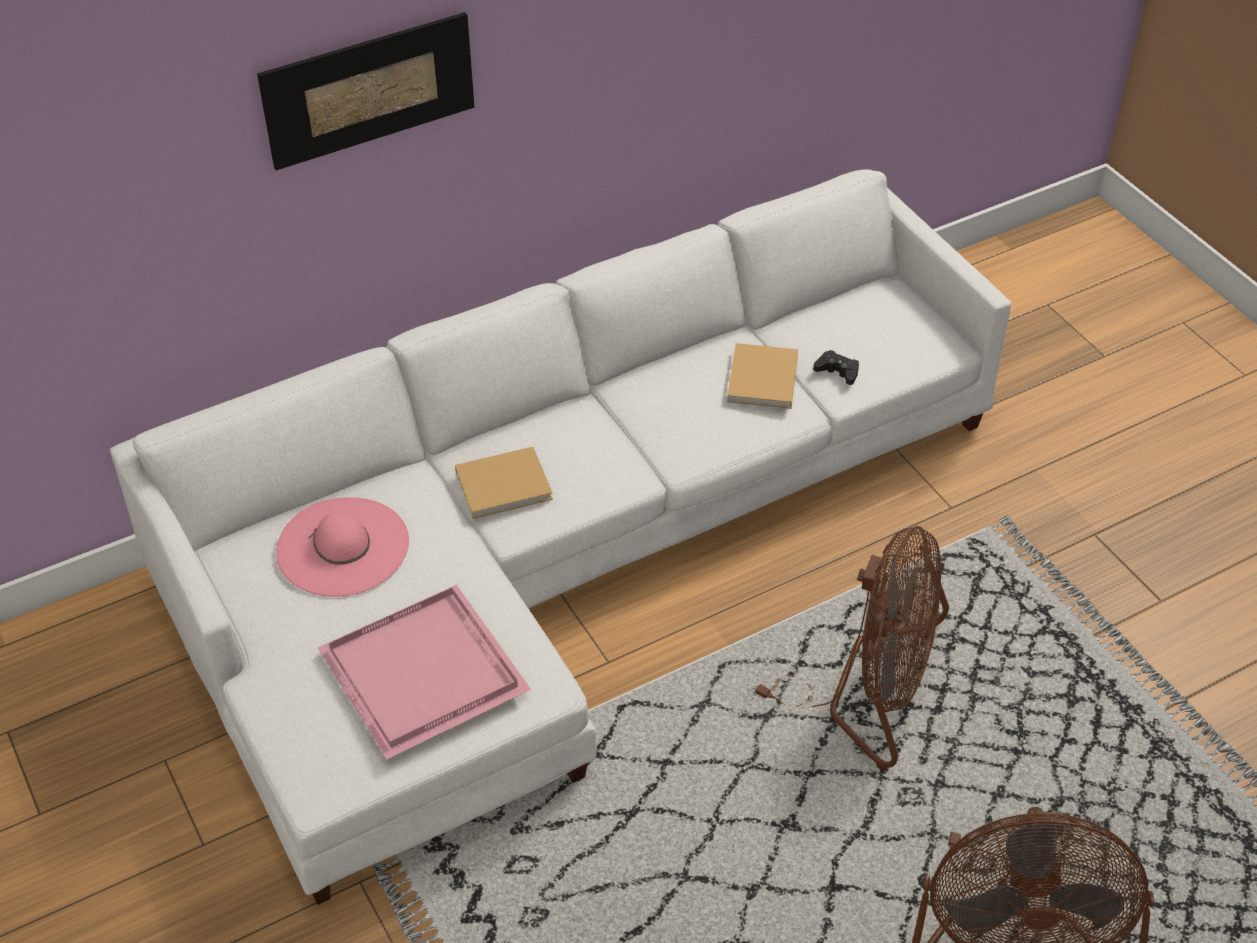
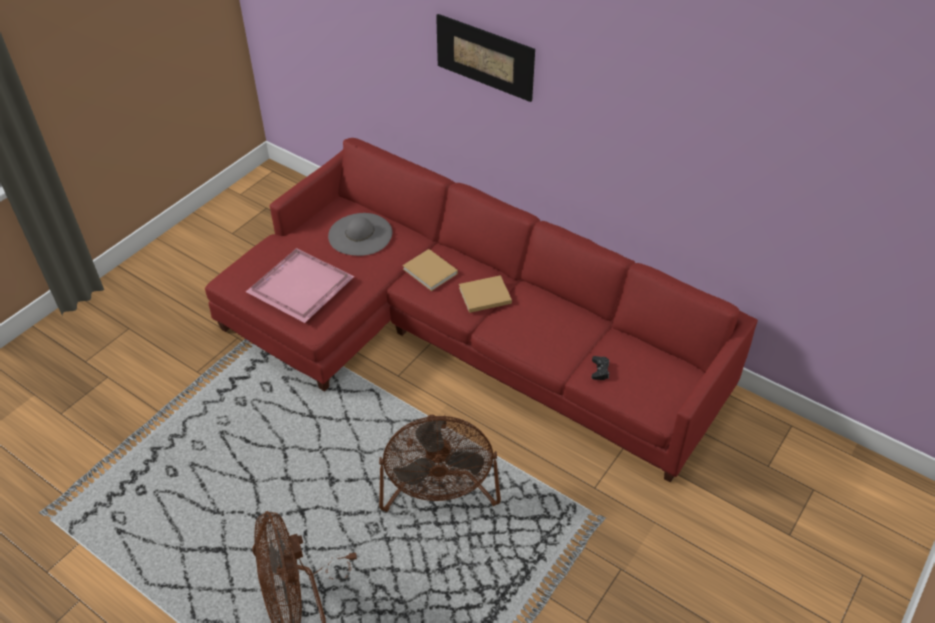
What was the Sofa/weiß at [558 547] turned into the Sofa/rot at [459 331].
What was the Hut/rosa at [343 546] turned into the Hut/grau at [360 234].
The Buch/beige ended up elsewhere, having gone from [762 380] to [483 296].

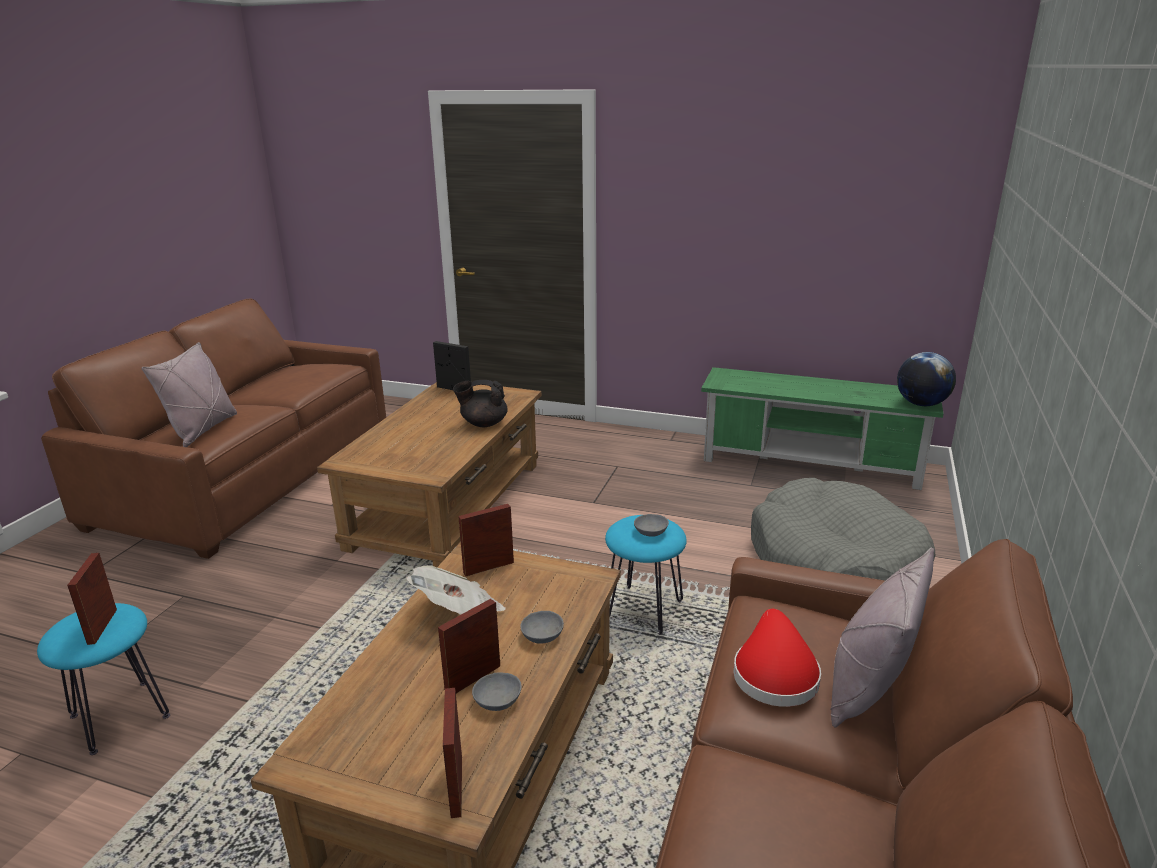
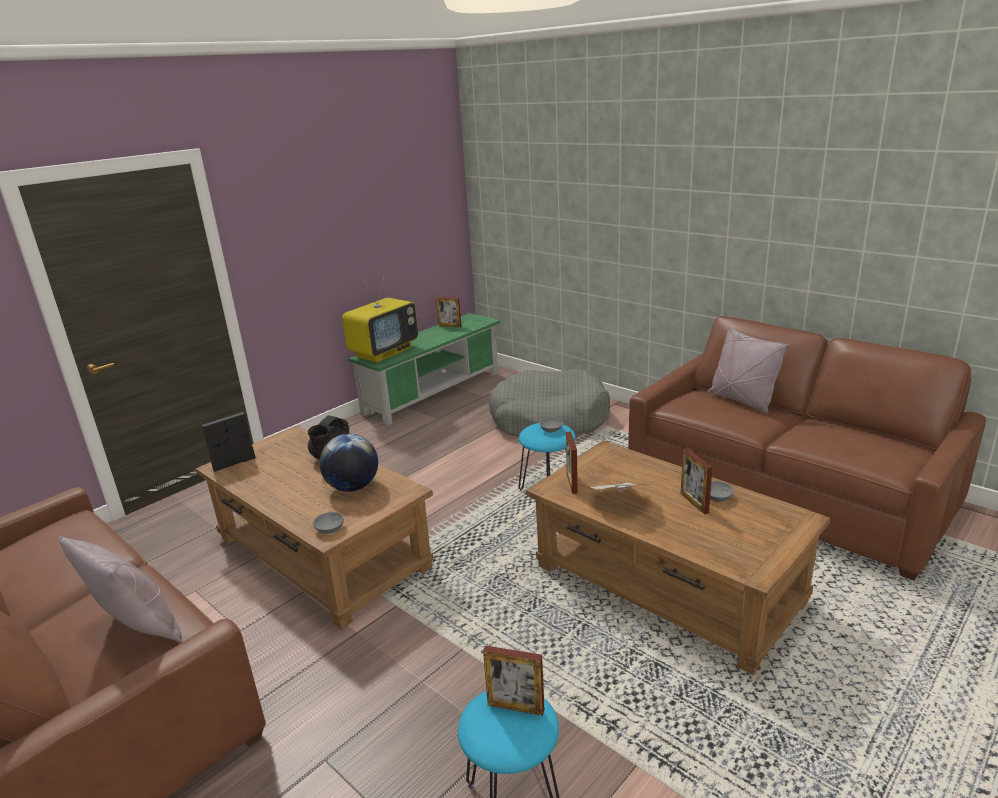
The Schüssel/grau ended up elsewhere, having gone from [541 634] to [328 529].
The Globus ended up elsewhere, having gone from [921 404] to [353 487].
The second view gained the Fernseher at [384 352].
The Bilderrahmen ended up elsewhere, having gone from [456 786] to [450 326].
The second view lost the Hut/rot at [774 673].

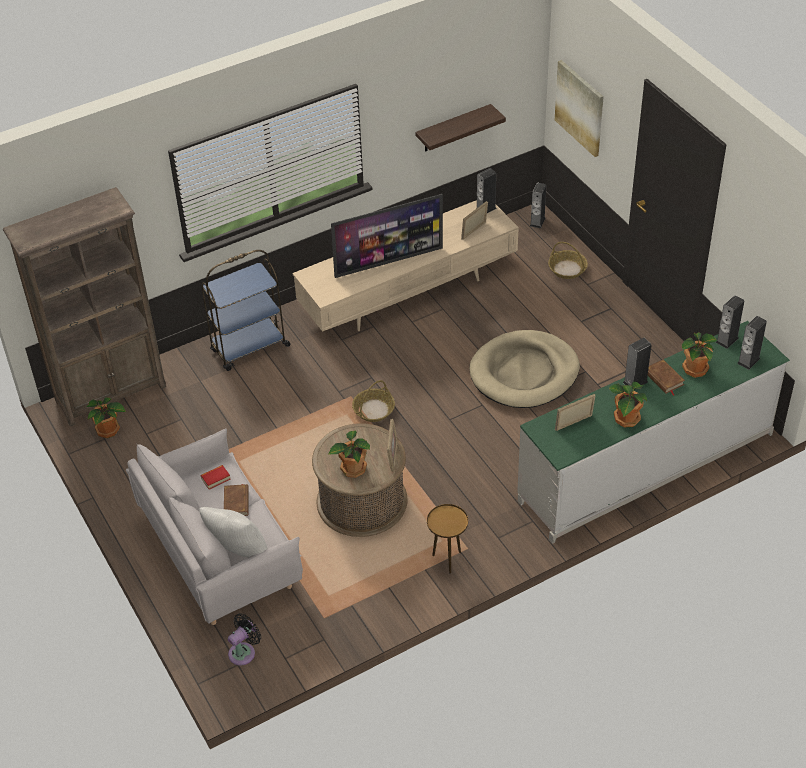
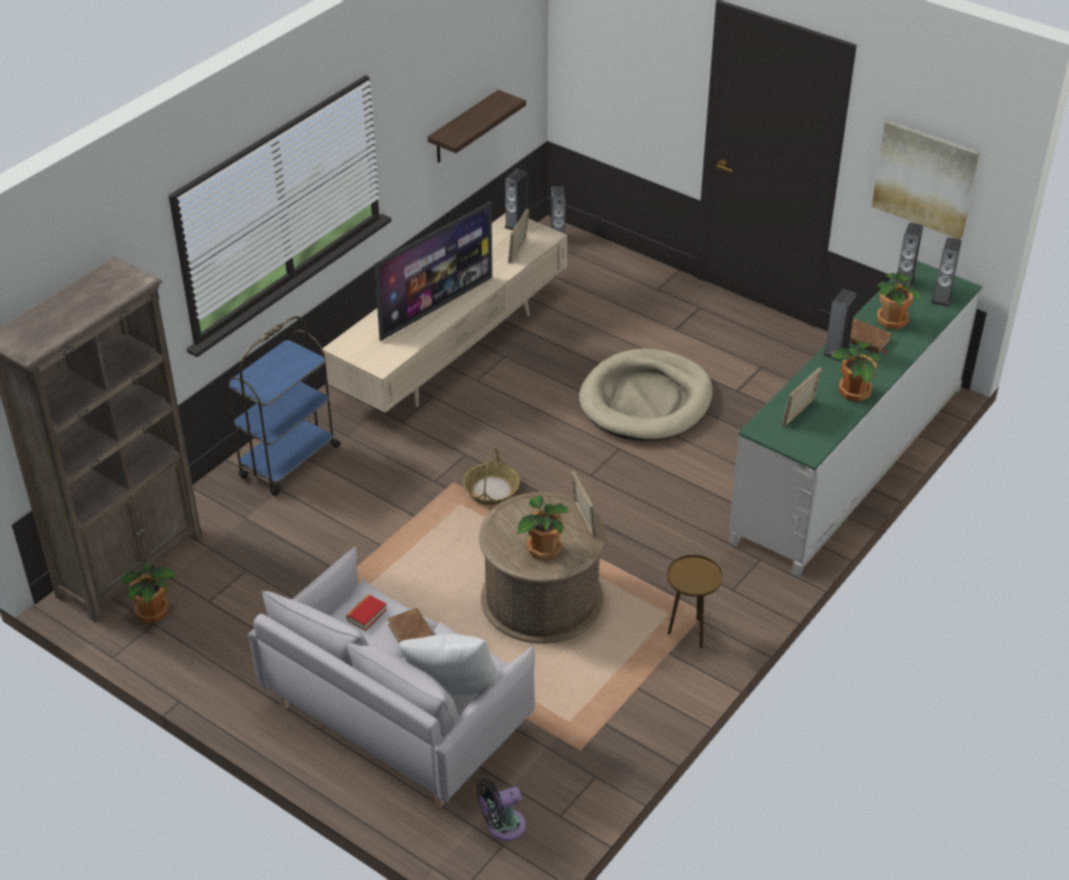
The Ventilator/schwarz at [244 652] ended up facing another way, 135 degrees counterclockwise from before.
The Bild ended up elsewhere, having gone from [580 107] to [925 178].
The second view lost the Korb at [567 269].

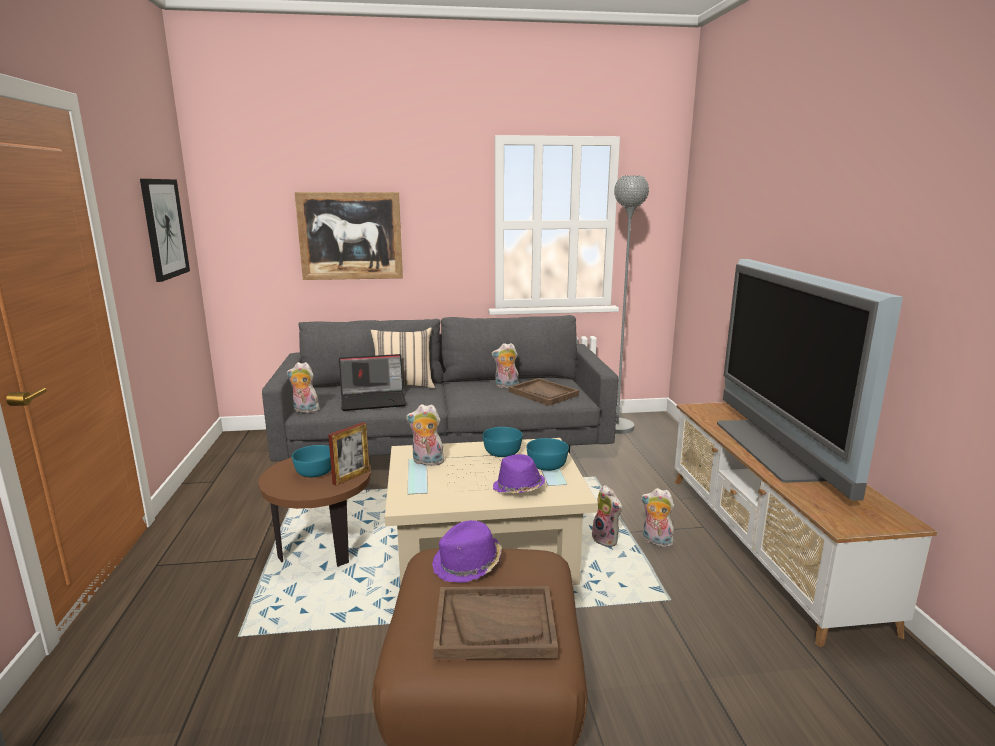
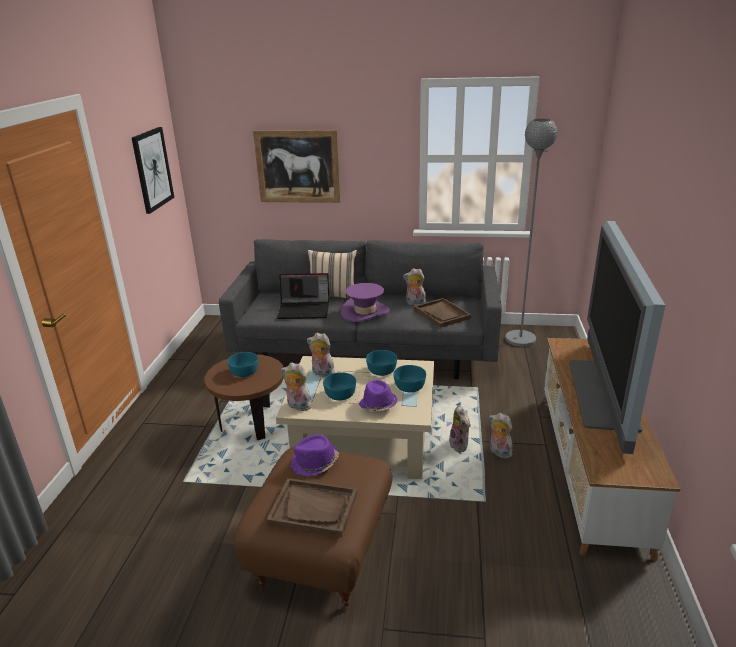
The Plüschtier ended up elsewhere, having gone from [304 410] to [297 406].
The second view gained the Schüssel/türkis at [340 394].
The second view gained the Hut/lila at [365 312].
The second view lost the Bilderrahmen at [351 477].

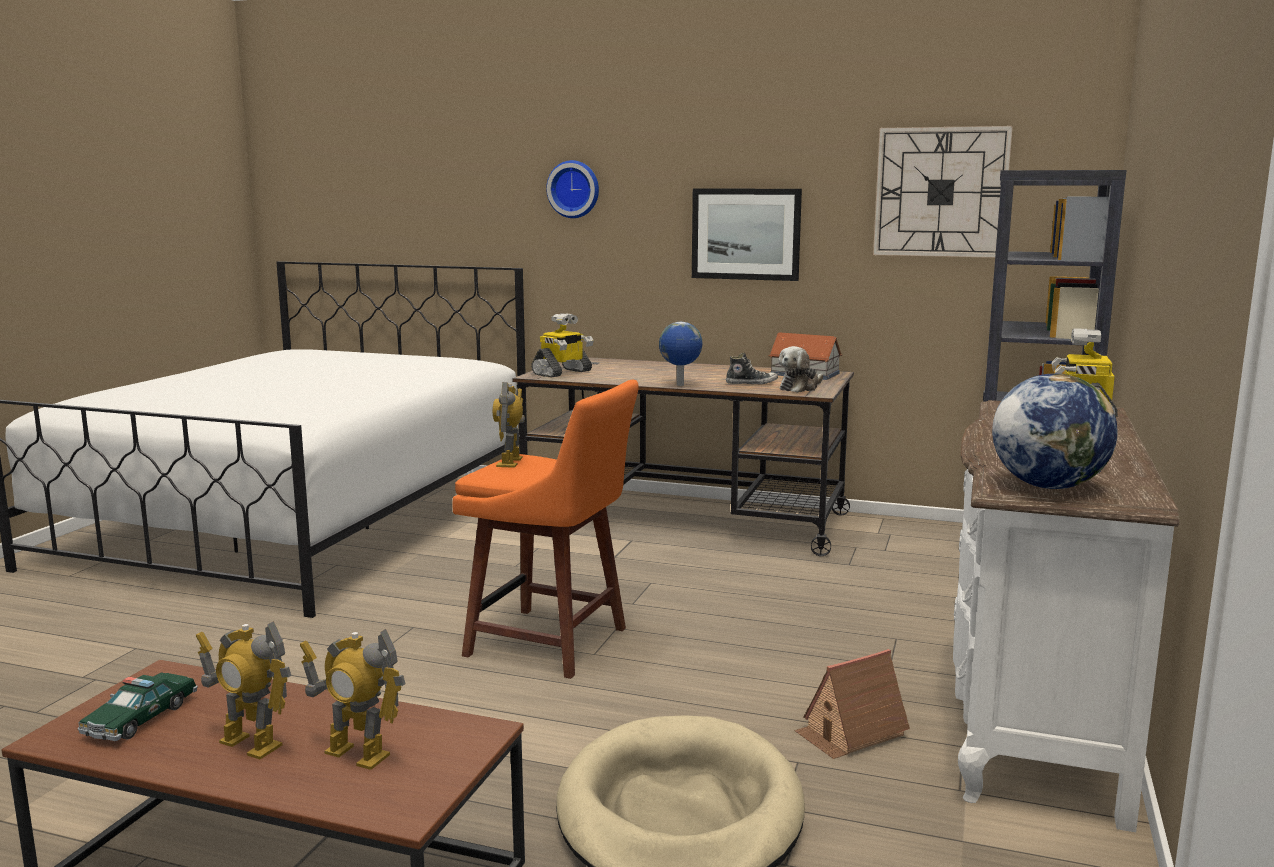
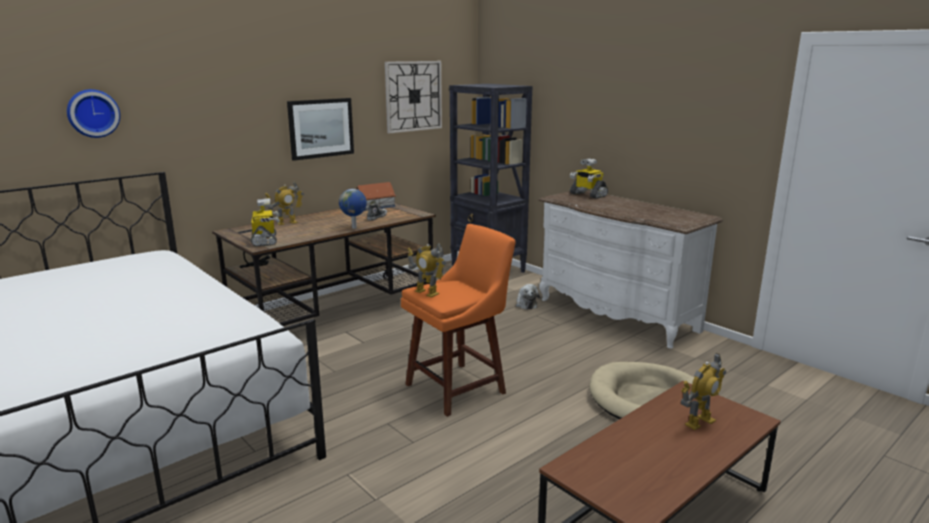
The Wanduhr ended up elsewhere, having gone from [574 189] to [93 113].
The Spielzeugroboter ended up elsewhere, having gone from [250 744] to [287 223].
The Plüschtier ended up elsewhere, having gone from [800 388] to [525 304].
The second view lost the Spielzeugauto at [141 718].
The second view lost the Spielzeughaus at [851 733].
The second view lost the Globus at [1048 486].

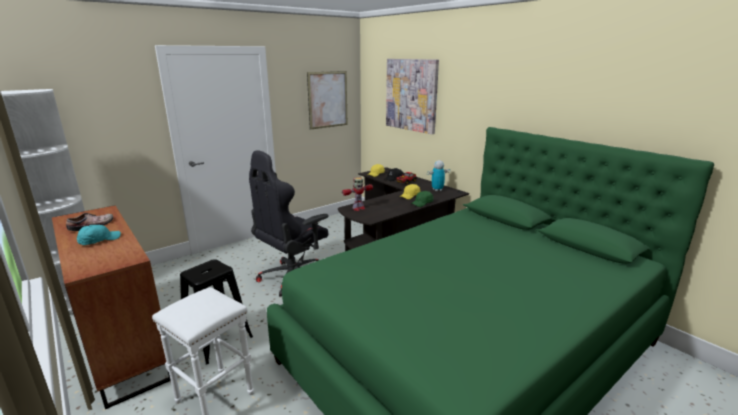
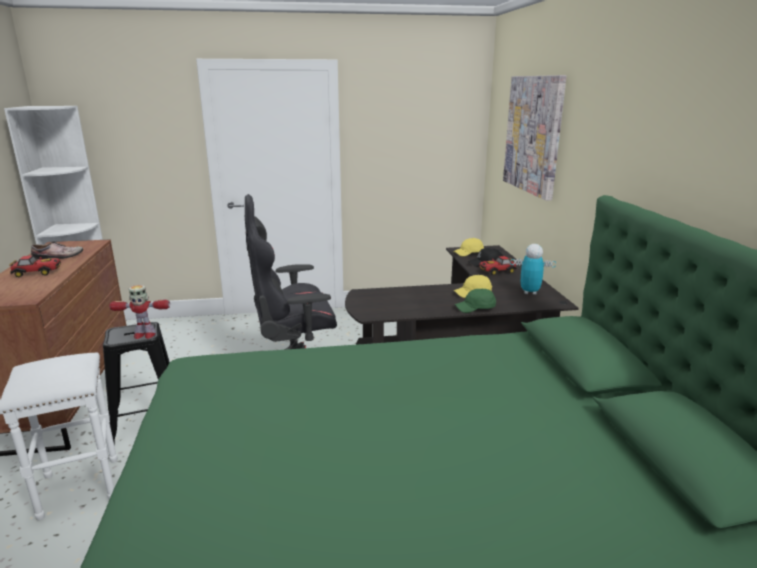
Where the Kappe/türkis stood at [99 240], the Spielzeugauto came to stand at [38 273].
The Spielzeugroboter ended up elsewhere, having gone from [358 208] to [144 335].
The second view lost the Bild at [328 100].

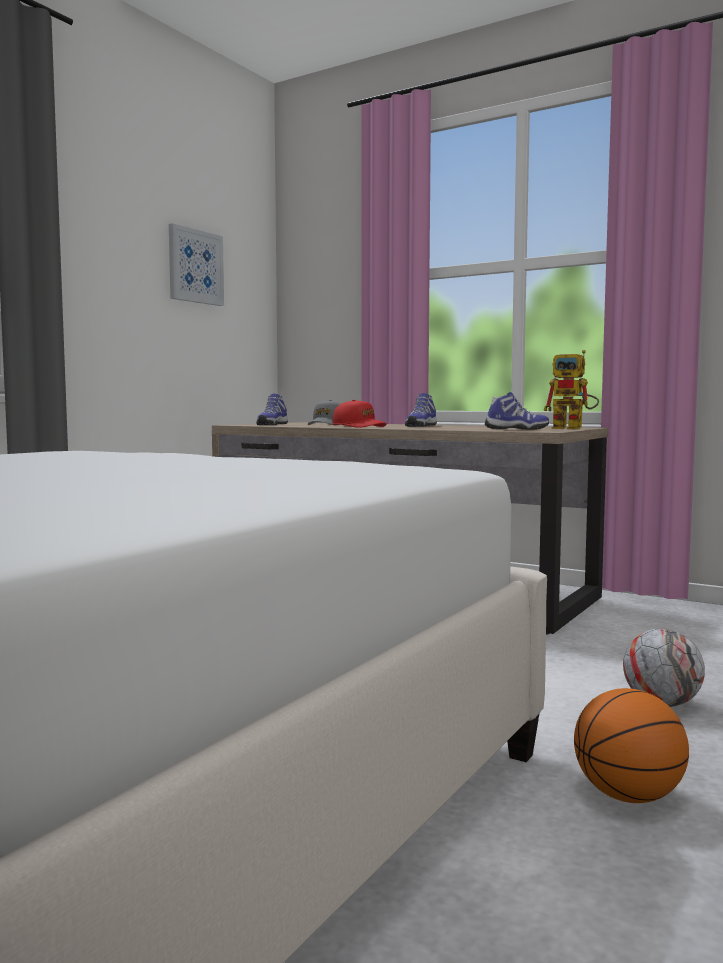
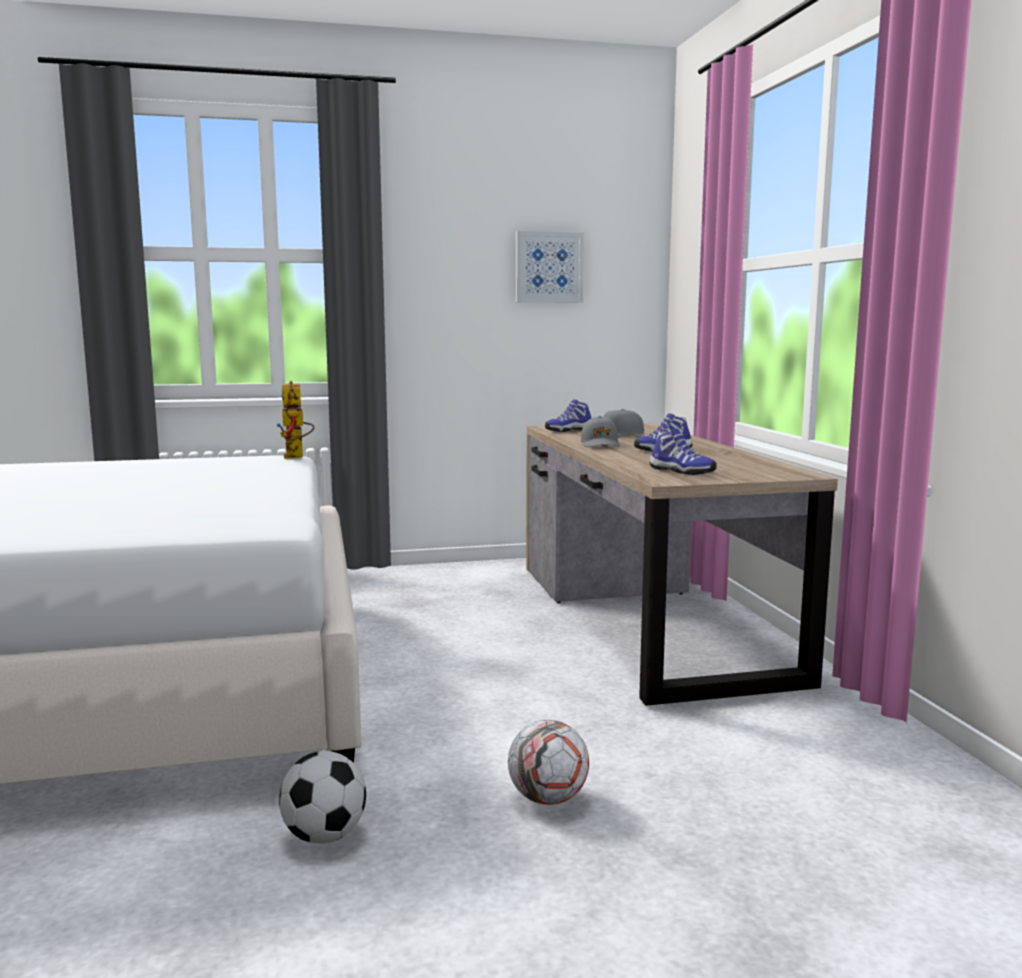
The Spielzeugroboter ended up elsewhere, having gone from [574 428] to [296 457].
Where the Basketball stood at [628 796], the Fußball came to stand at [324 836].
What was the Kappe/rot at [359 426] turned into the Kappe/grau at [600 444].

